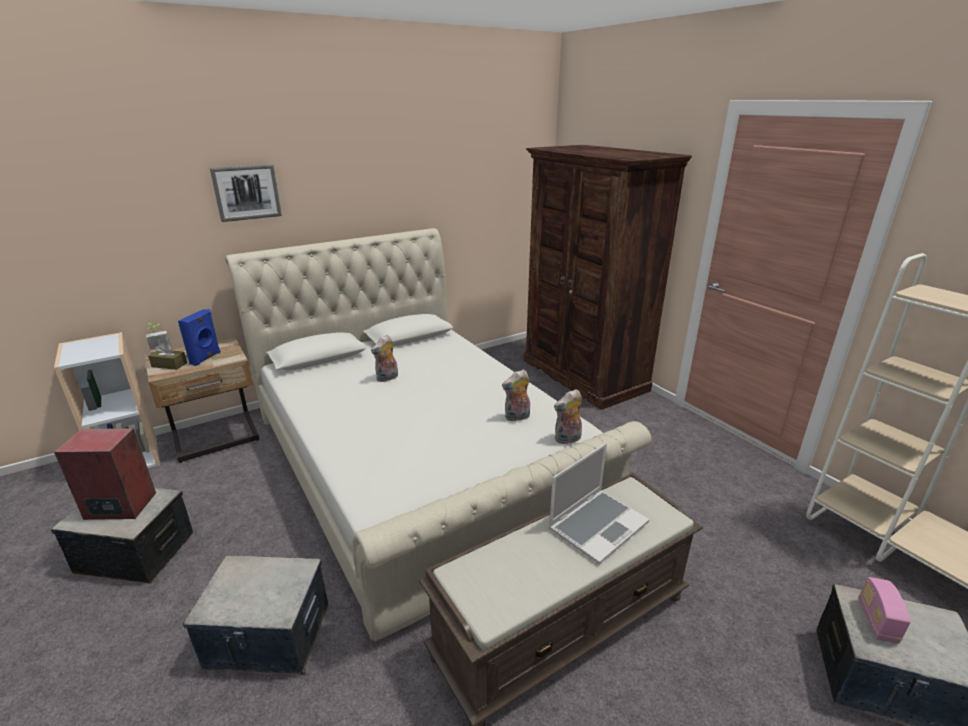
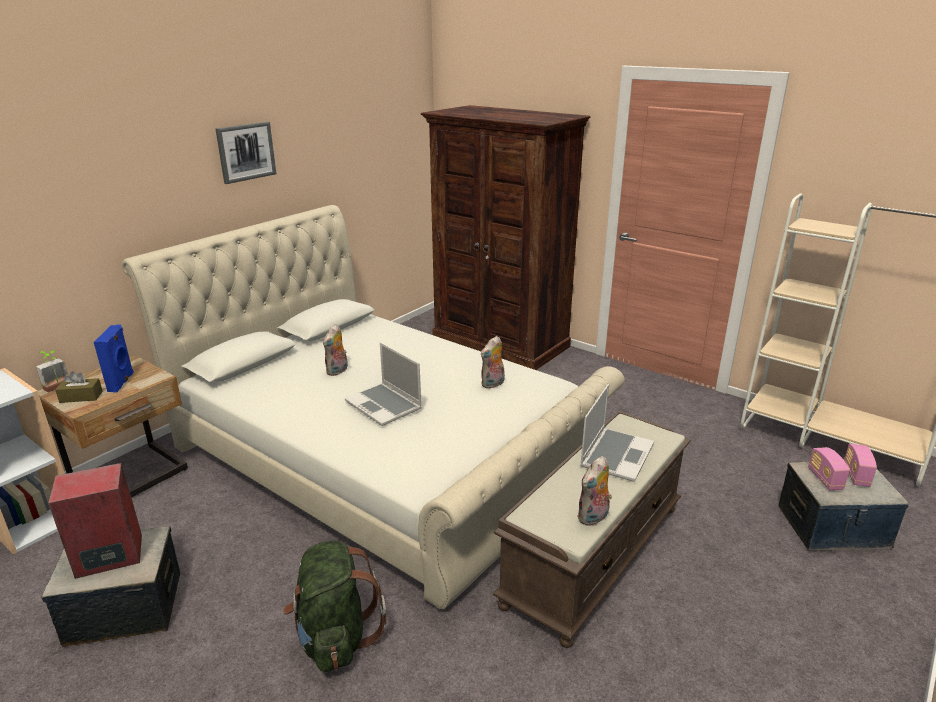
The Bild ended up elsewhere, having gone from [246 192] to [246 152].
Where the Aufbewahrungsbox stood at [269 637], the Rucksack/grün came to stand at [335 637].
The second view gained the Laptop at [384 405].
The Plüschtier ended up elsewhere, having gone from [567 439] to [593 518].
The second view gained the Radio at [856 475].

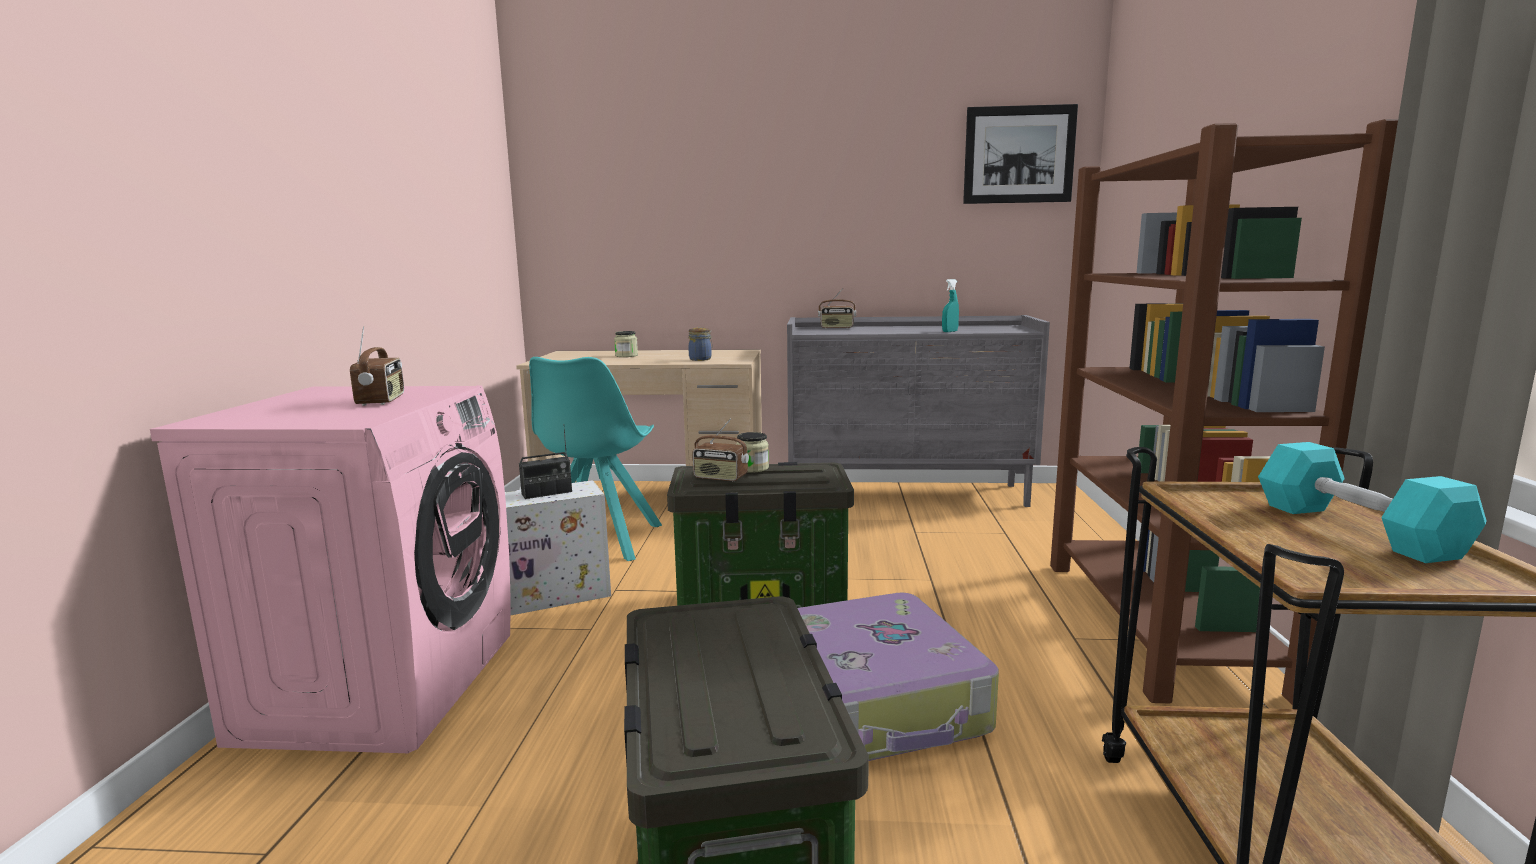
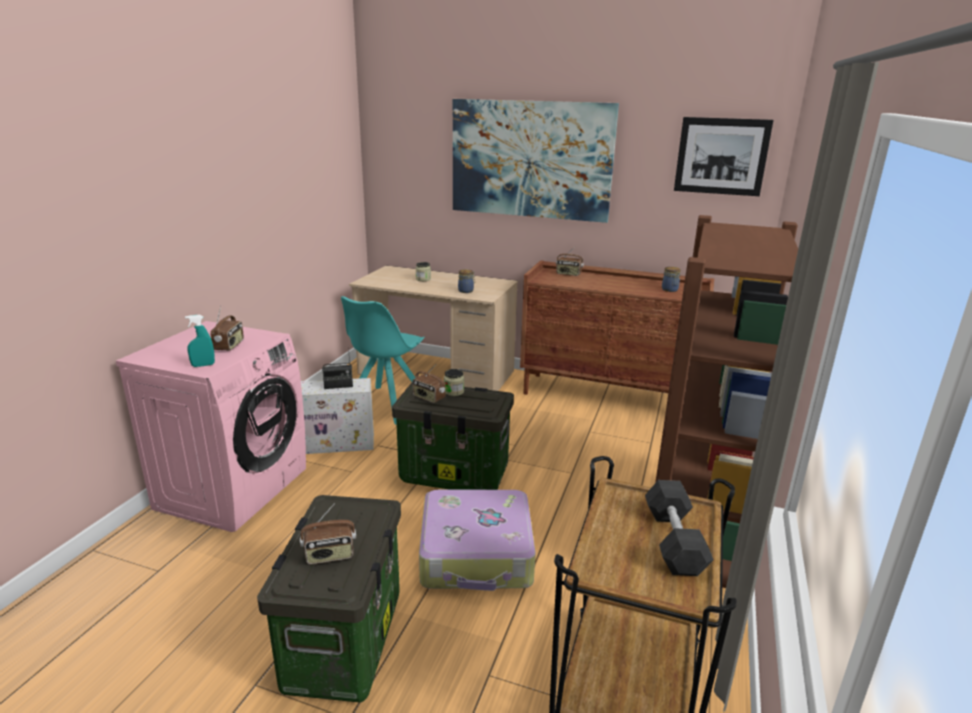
The Sprühflasche/türkis ended up elsewhere, having gone from [949 331] to [203 365].
The second view gained the Radio at [330 556].
The second view gained the Bild at [530 160].
What was the Schrank/grau at [908 495] turned into the Schrank/braun at [607 397].
What was the Hantel/türkis at [1356 529] turned into the Hantel/grau at [674 541].
The second view gained the Vorratsglas at [670 290].

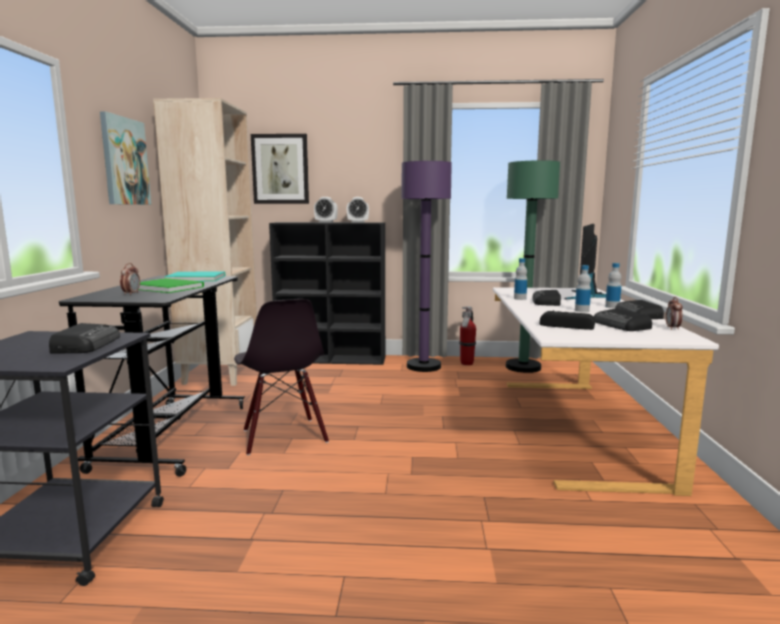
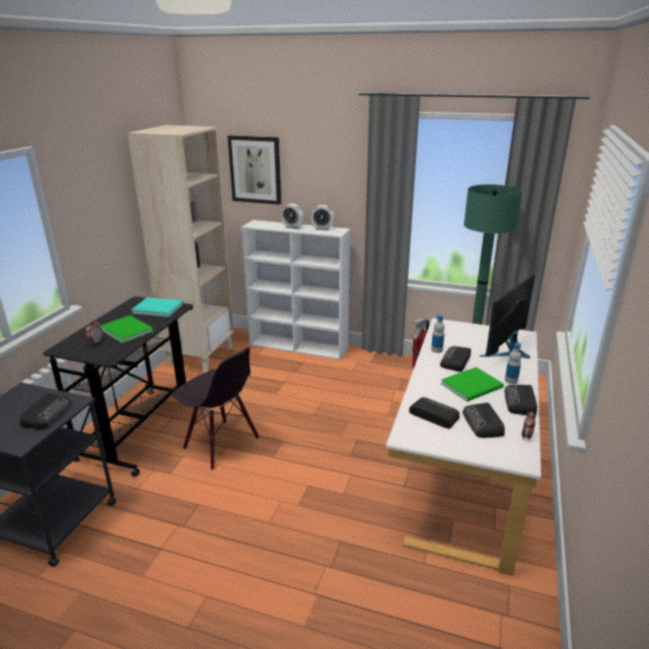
The Stuhl/schwarz at [283 436] ended up facing another way, 45 degrees counterclockwise from before.
What was the Bücherregal/schwarz at [332 359] turned into the Bücherregal/weiß at [299 346].
Where the Flasche stood at [582 310], the Buch/grün came to stand at [473 386].
The second view lost the Bild at [124 161].
The second view lost the Stehlampe/lila at [423 366].

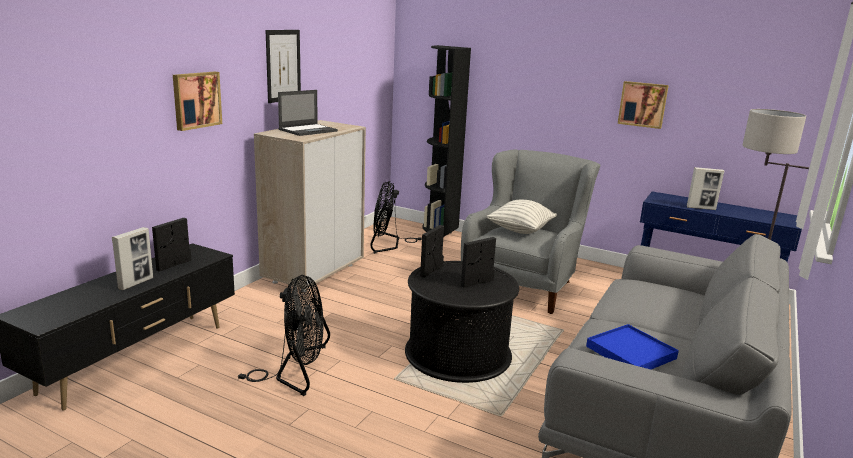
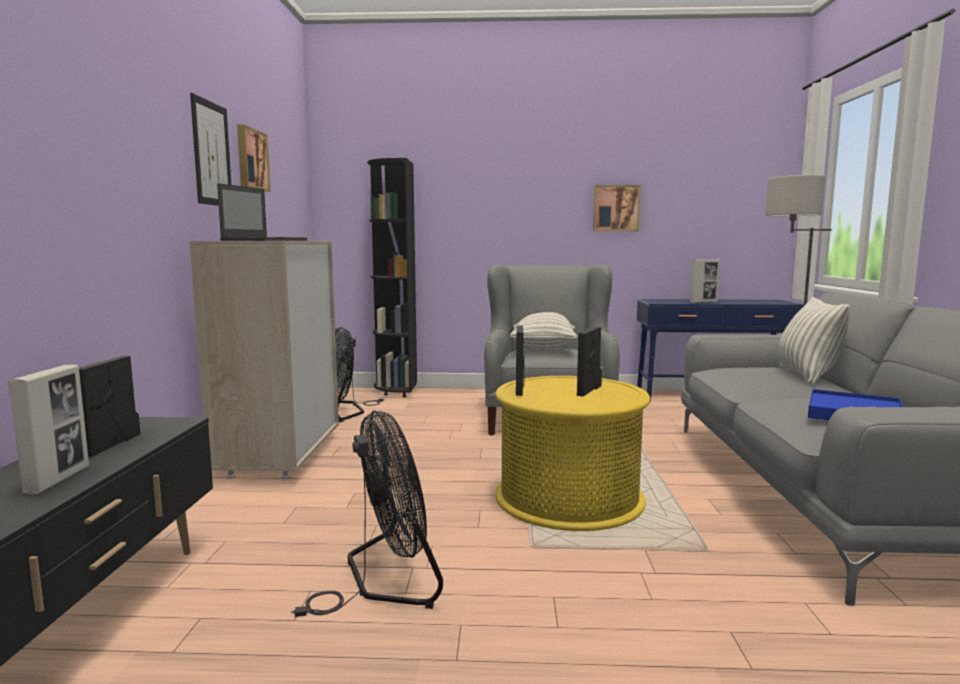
The Bild ended up elsewhere, having gone from [196 100] to [251 159].
What was the Couchtisch/schwarz at [458 353] turned into the Couchtisch/gelb at [569 498].
The second view gained the Kissen at [807 375].

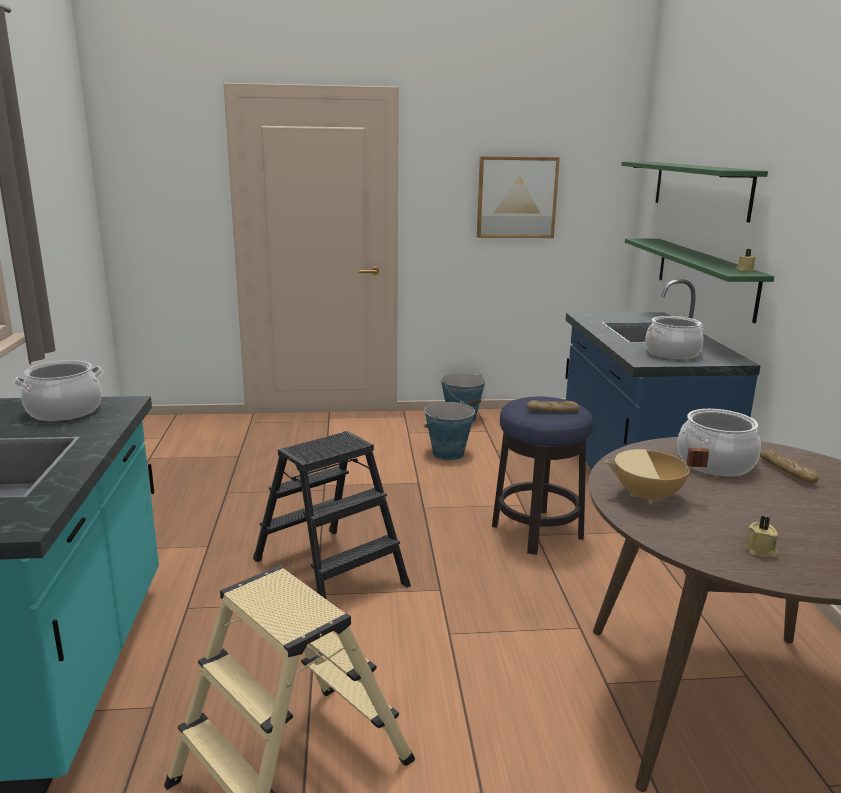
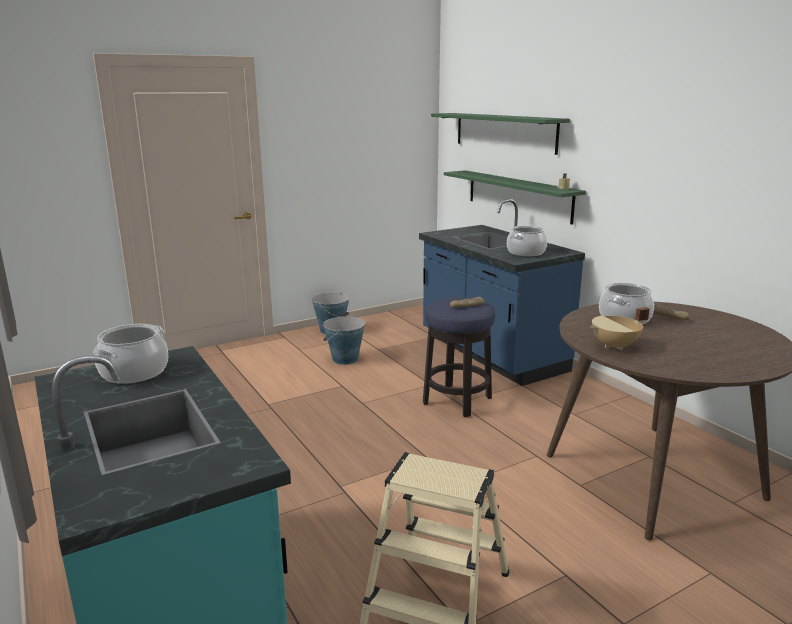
The second view lost the Trittleiter/schwarz at [329 572].
The second view lost the Bild at [516 197].
The second view lost the Kerze/beige at [760 551].

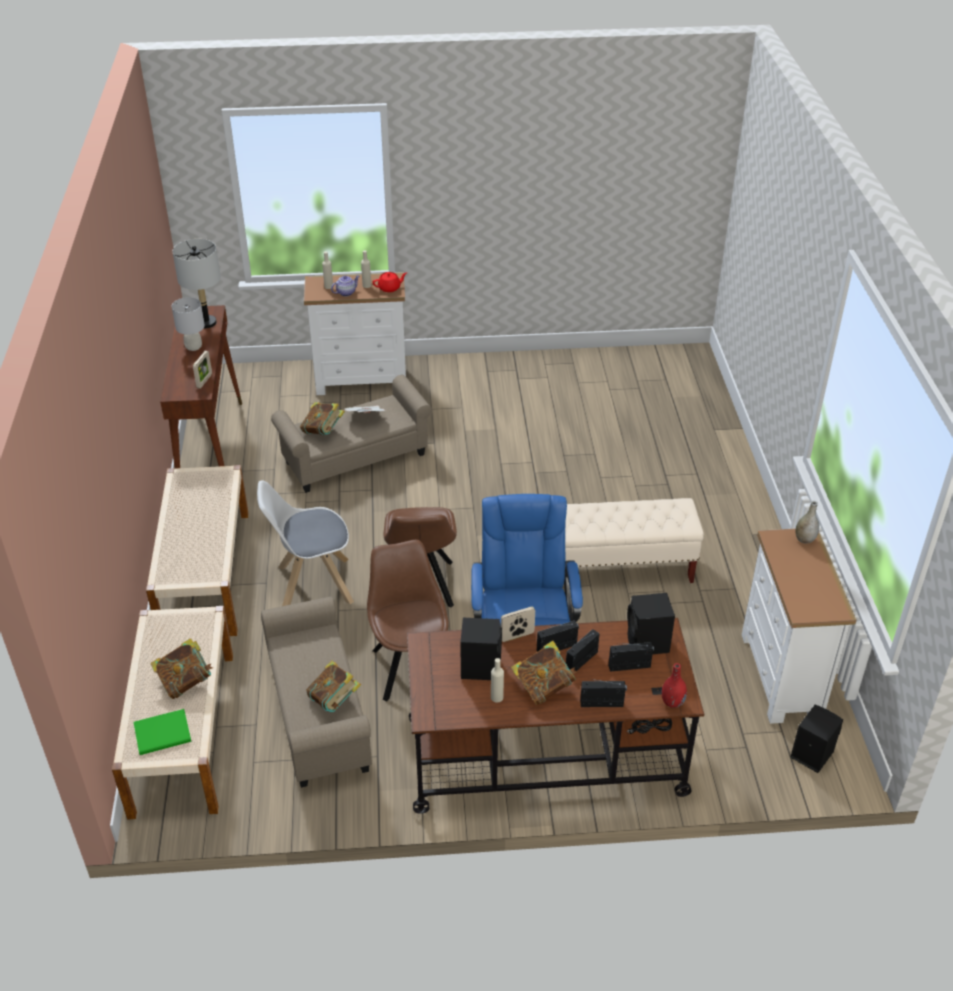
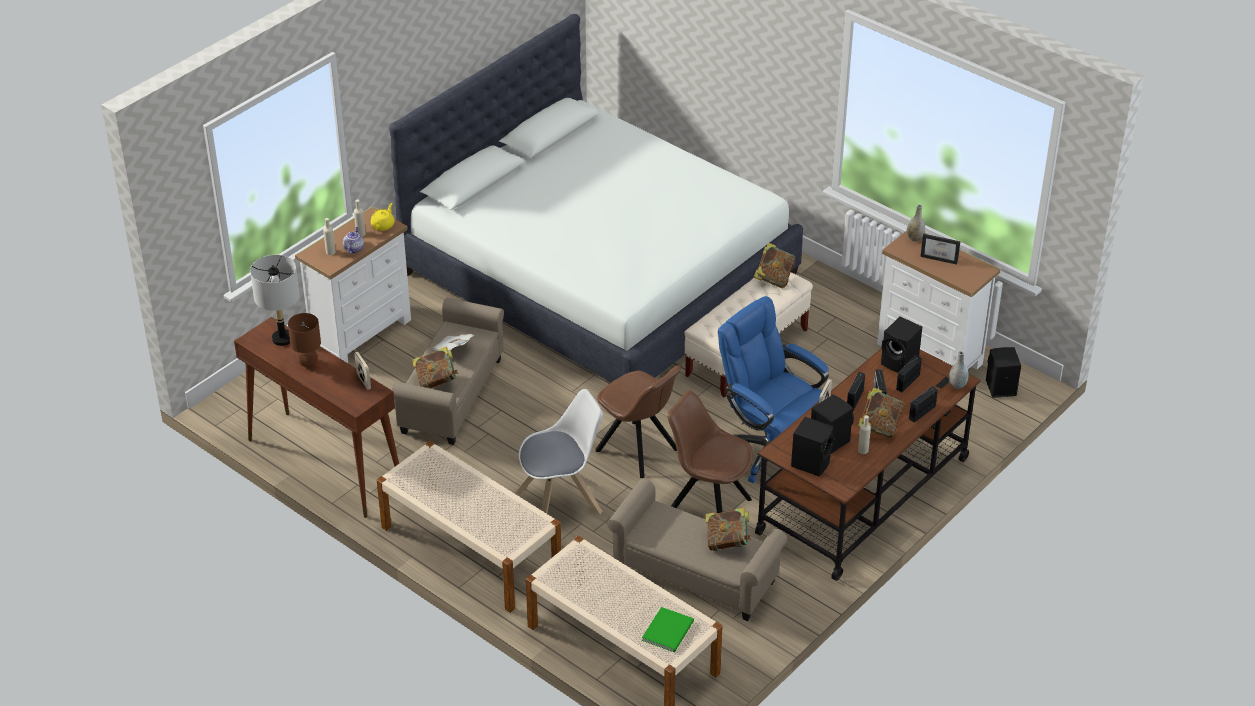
What was the Tischlampe/grau at [194 348] turned into the Tischlampe/braun at [309 363].
What was the Teekanne/rot at [390 288] turned into the Teekanne/gelb at [383 225].
The second view gained the Bett/weiß at [599 273].
The Stuhl at [312 584] ended up facing another way, 150 degrees counterclockwise from before.
The Buch ended up elsewhere, having gone from [185 682] to [774 278].
The second view gained the Lautsprecher/schwarz at [811 462].
The second view gained the Bilderrahmen at [940 258].
What was the Vase/rot at [672 702] turned into the Vase/grau at [957 385].

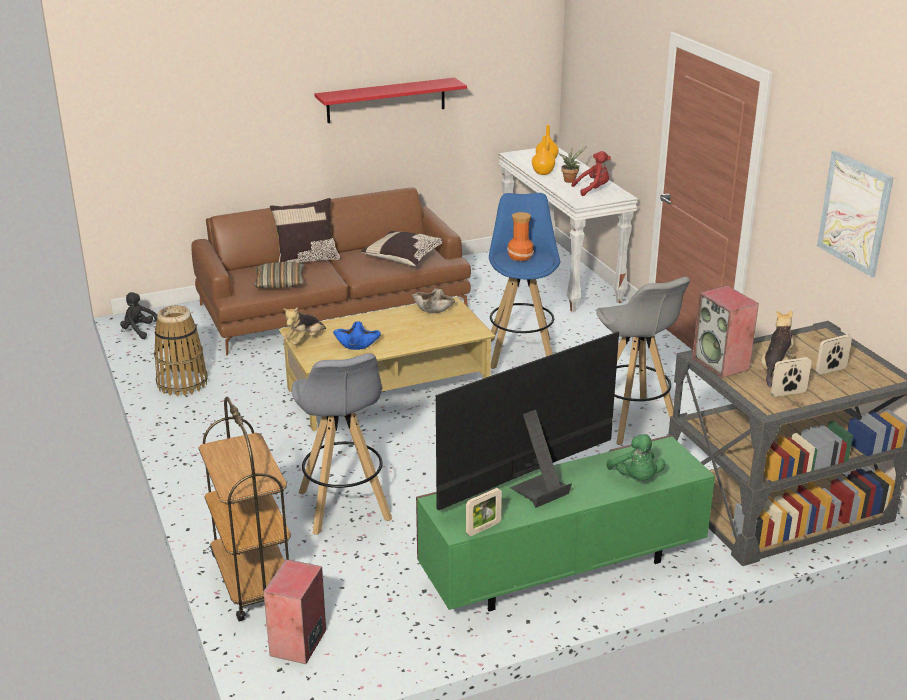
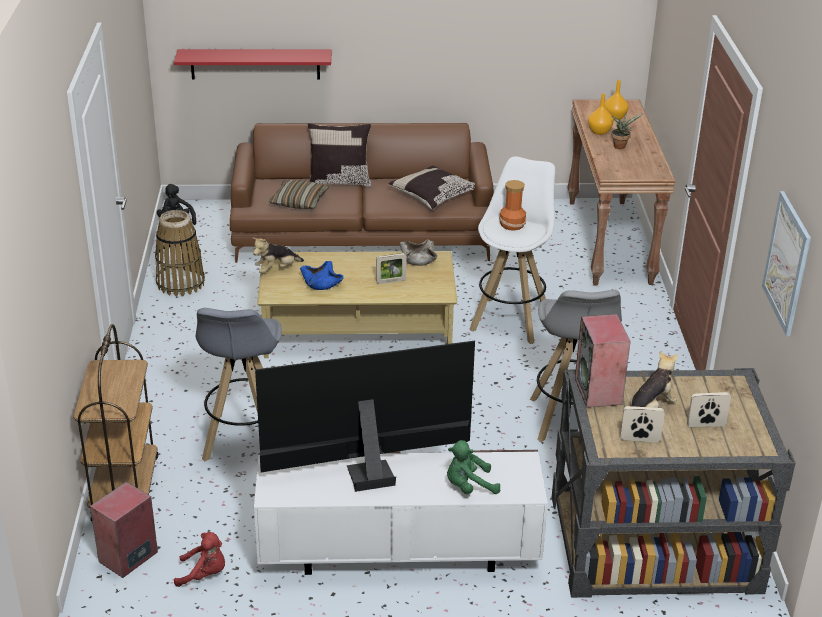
The Wandregal/rot ended up elsewhere, having gone from [386 100] to [255 64].
The Plüschtier/rot ended up elsewhere, having gone from [593 189] to [204 574].
What was the Fernsehschrank/grün at [563 569] turned into the Fernsehschrank/weiß at [398 553].
The Bilderrahmen ended up elsewhere, having gone from [483 528] to [391 281].
The Plüschtier/grün at [636 479] ended up facing another way, 75 degrees clockwise from before.
What was the Hocker/blau at [521 352] turned into the Hocker/weiß at [511 319].
What was the Konsolentisch/weiß at [561 276] turned into the Konsolentisch/braun at [610 242].

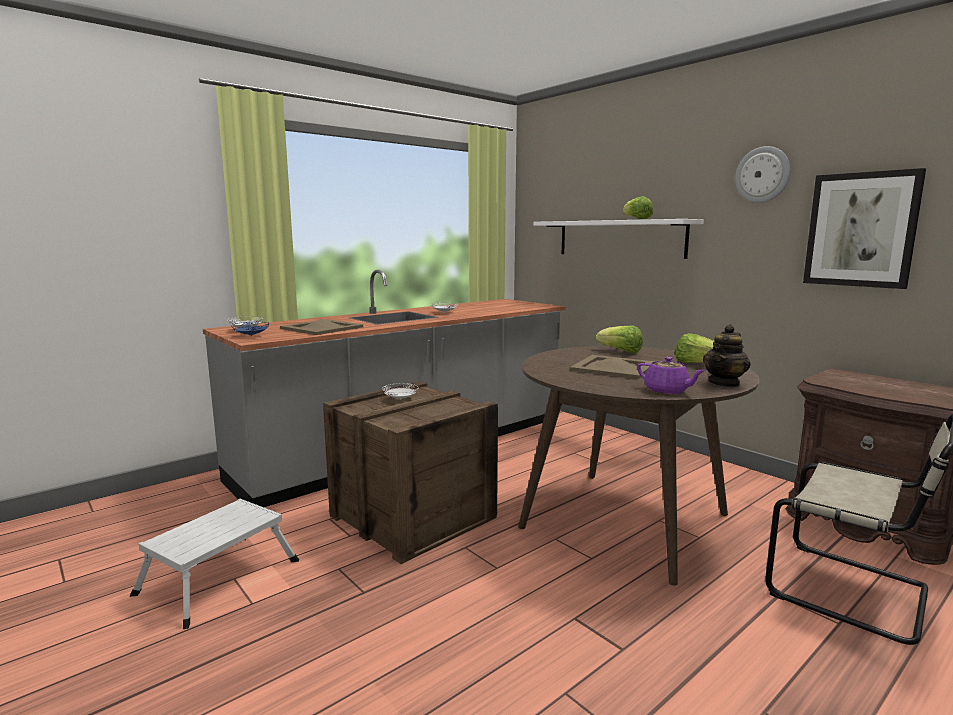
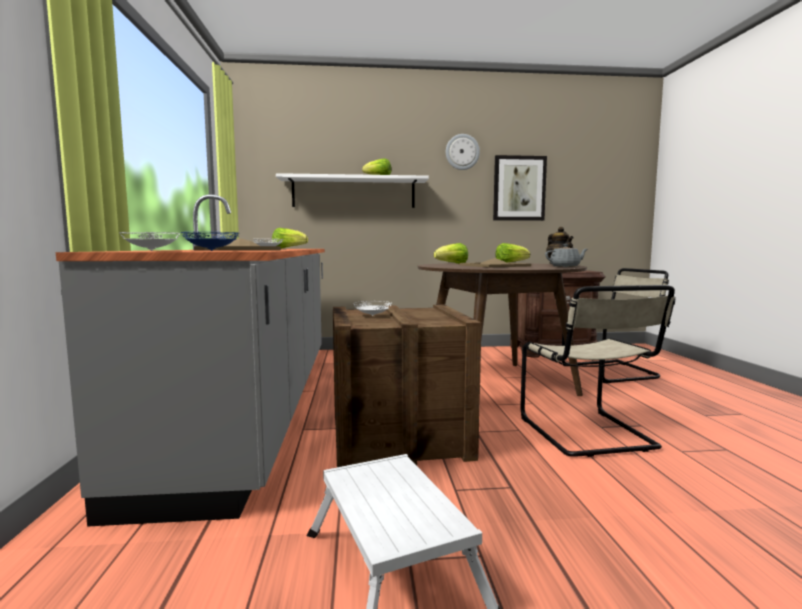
The second view gained the Salatkopf at [288 248].
The second view gained the Stuhl/beige at [589 434].
What was the Teekanne/lila at [667 391] turned into the Teekanne/grau at [565 266].

